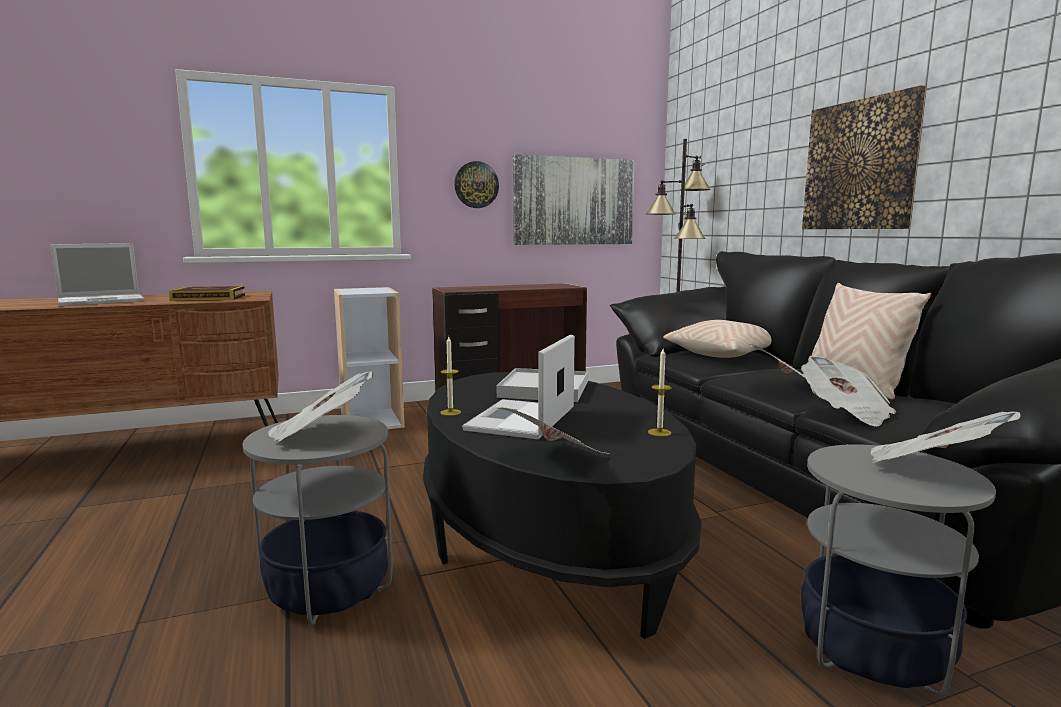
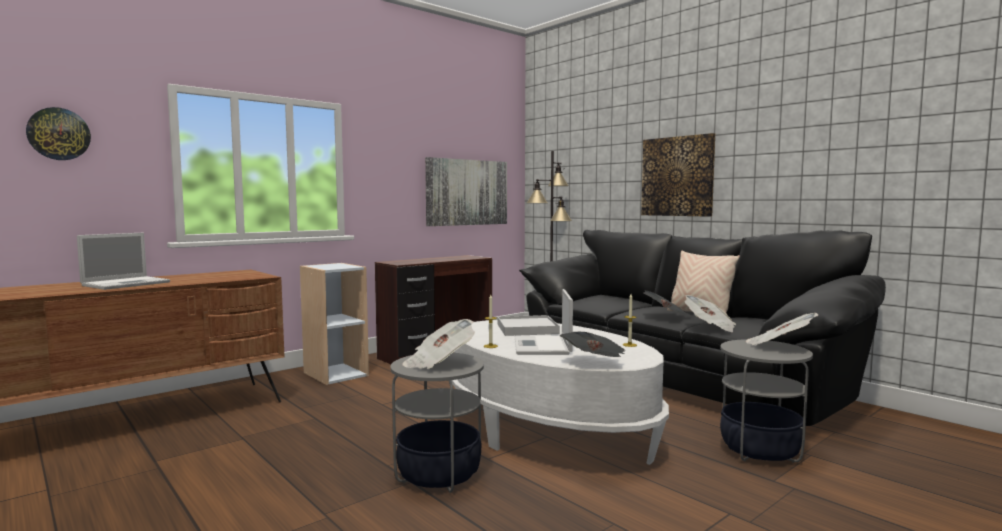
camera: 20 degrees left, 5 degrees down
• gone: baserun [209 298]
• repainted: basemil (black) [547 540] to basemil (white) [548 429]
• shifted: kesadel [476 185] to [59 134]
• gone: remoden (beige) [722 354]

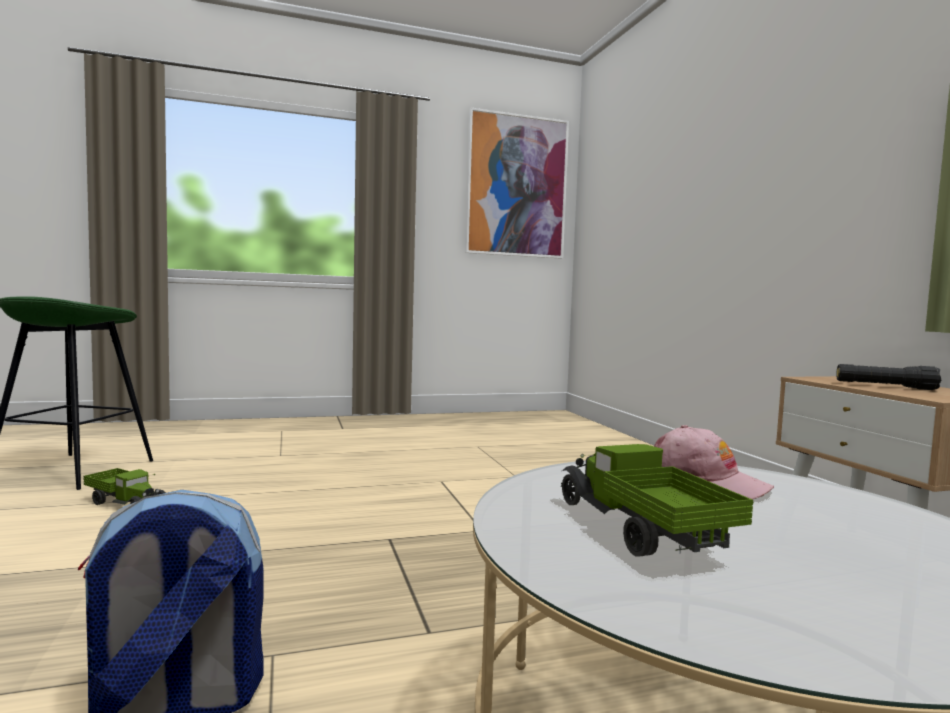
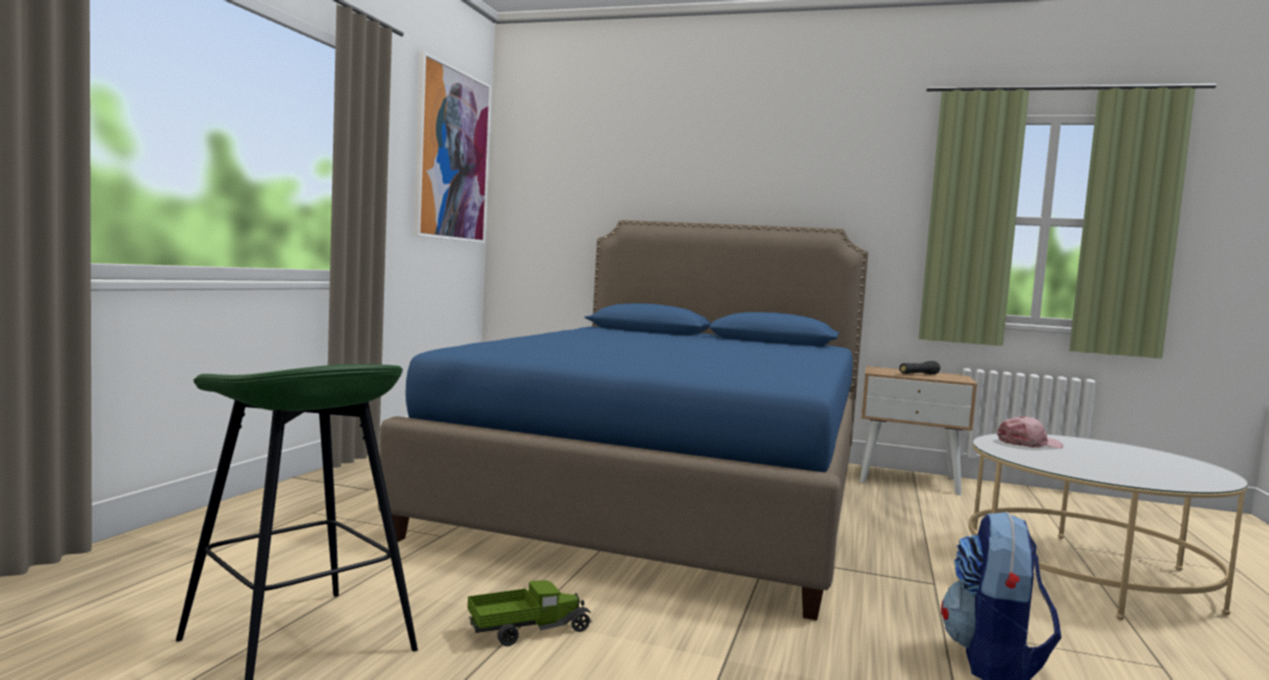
camera: 55 degrees left, 0 degrees up
• gone: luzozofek [638 530]
• new: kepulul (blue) [666 494]

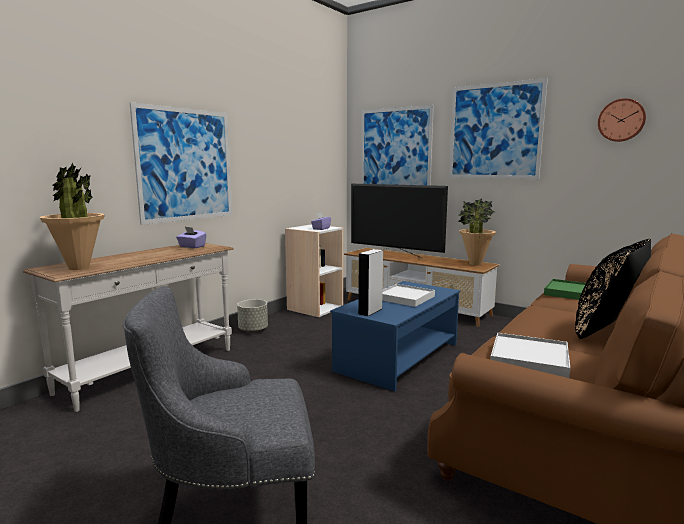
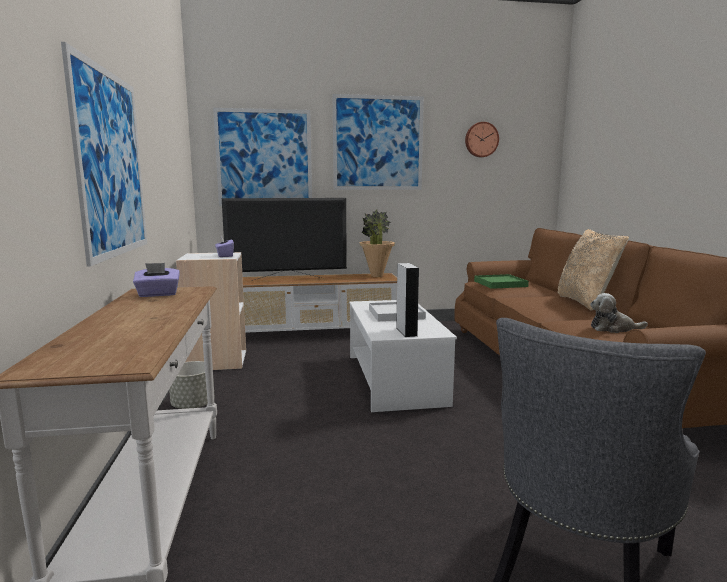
camera: 45 degrees left, 0 degrees up
• gone: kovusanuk [79 268]
• repainted: basemil (blue) [398 357] to basemil (white) [395 379]
• swapped: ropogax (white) [529 358] to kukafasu [613 329]
• repainted: remoden (black) [607 333] to remoden (beige) [585 304]

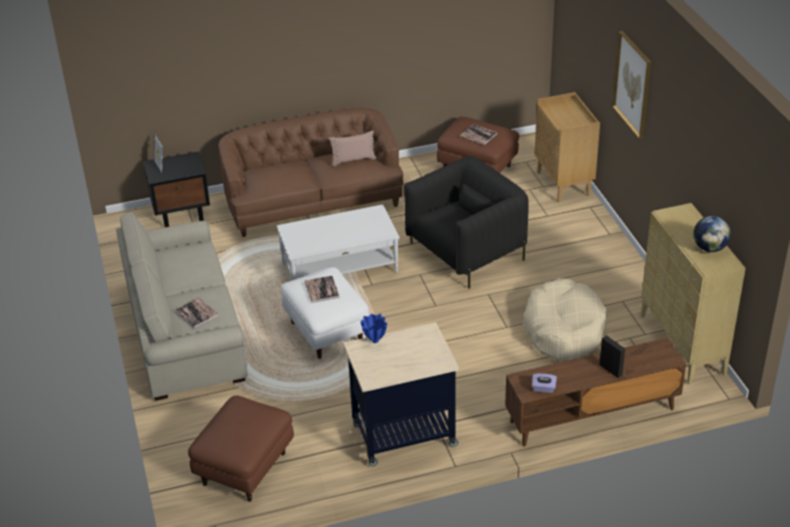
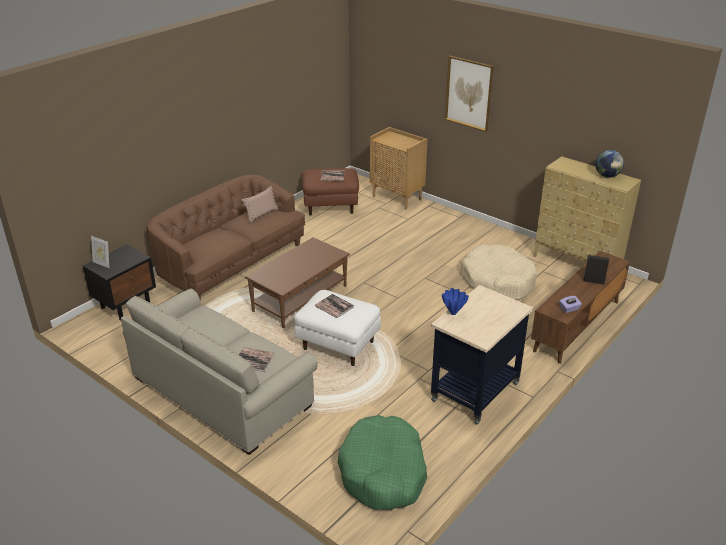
camera: 35 degrees left, 5 degrees down
• swapped: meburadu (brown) [245 468] to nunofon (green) [383 472]
• repainted: basemil (white) [340 268] to basemil (brown) [300 298]
• gone: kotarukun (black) [466 252]

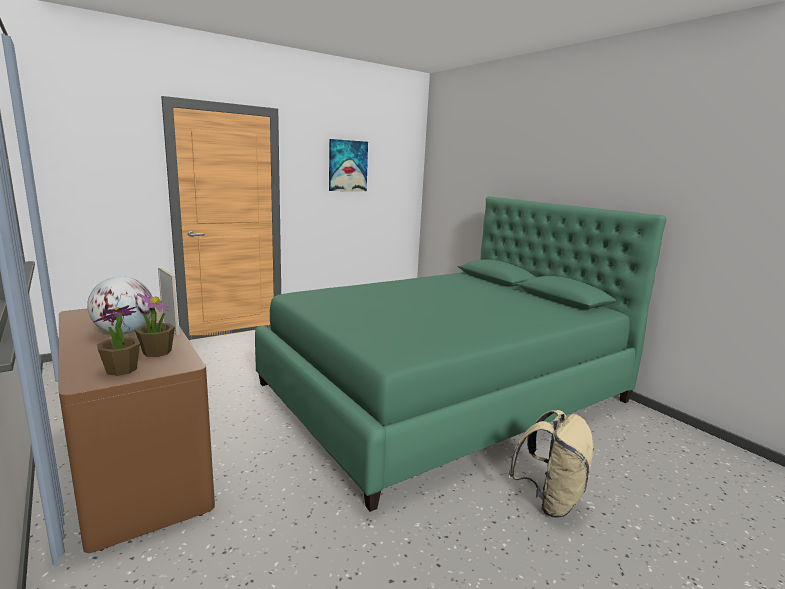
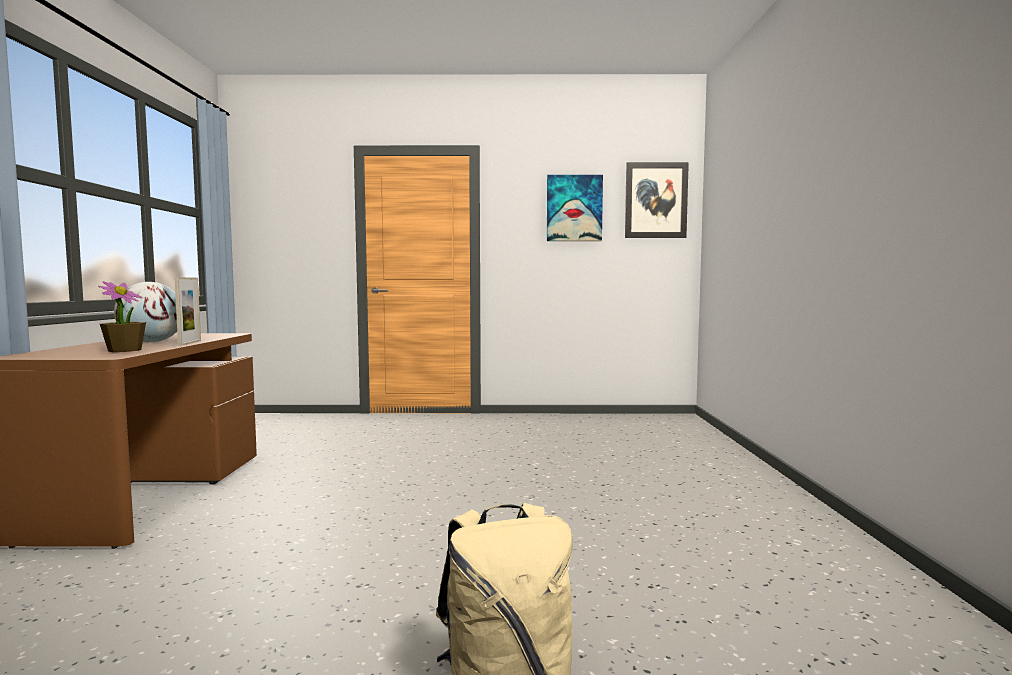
camera: 35 degrees right, 10 degrees down
• gone: kovusanuk [121 370]
• gone: kepulul (green) [444 392]
• new: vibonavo [656 200]

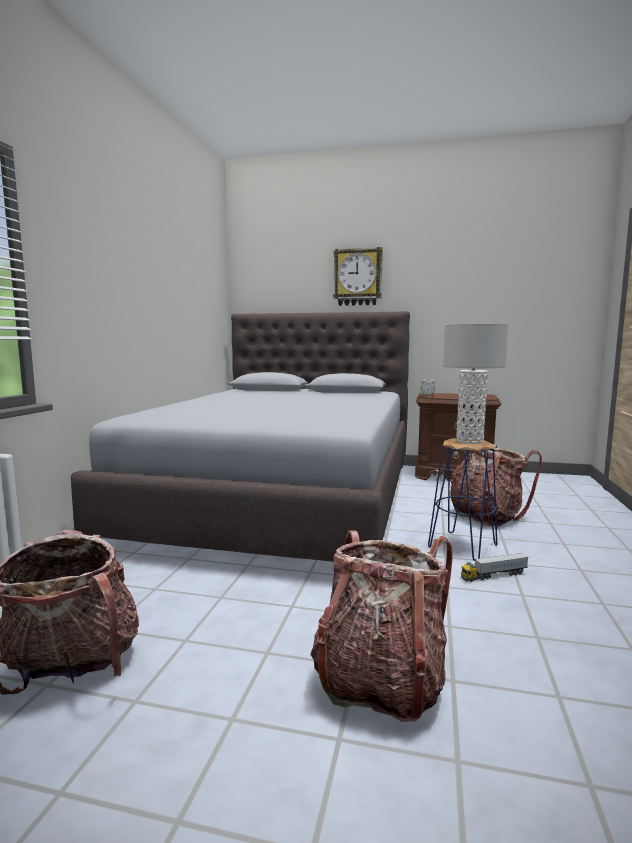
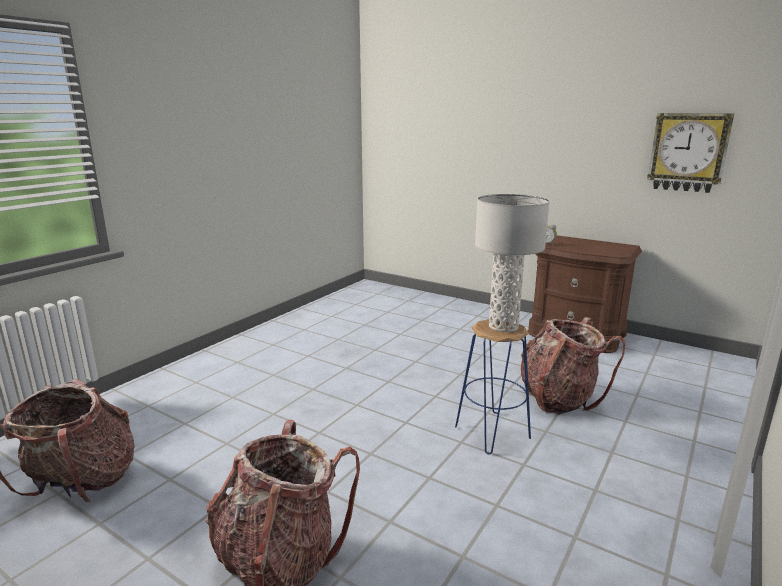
camera: 20 degrees right, 10 degrees up
• gone: kepulul (grey) [283 498]
• shifted: kesadel [358 277] to [688 152]
• gone: luzozofek [494 575]

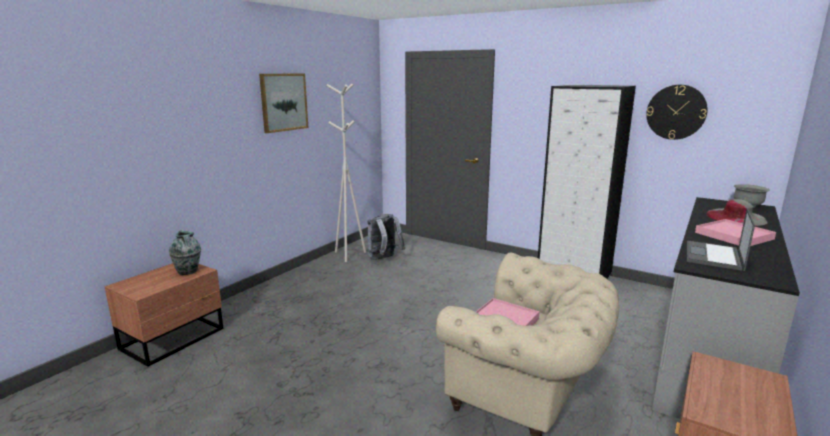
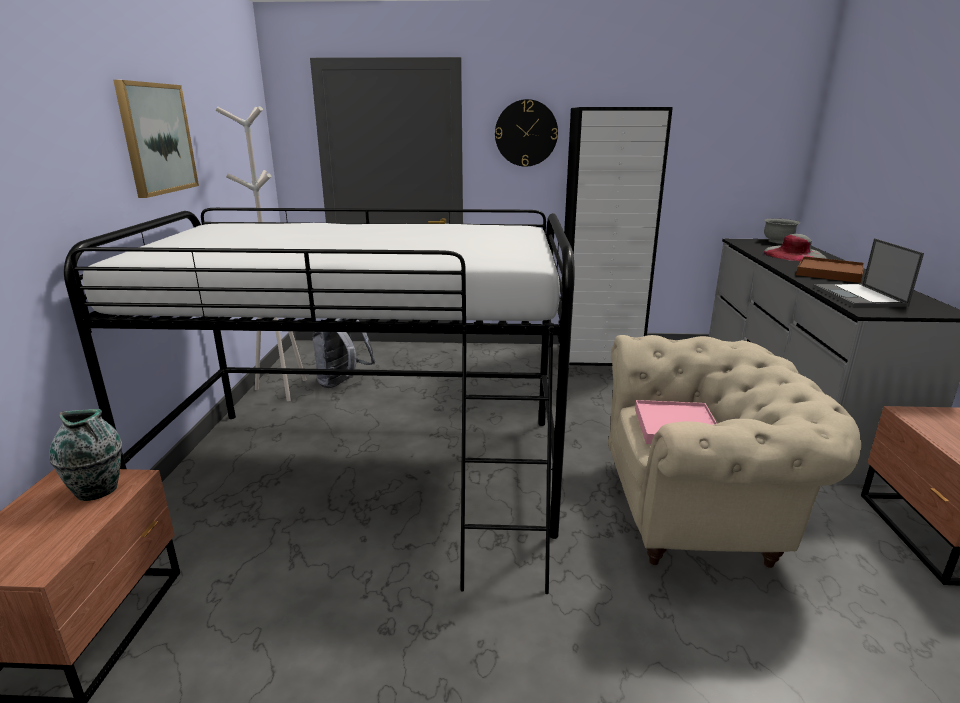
camera: 30 degrees left, 5 degrees up
• shifted: kesadel [676 112] to [526 133]
• repainted: ropogax (pink) [733 236] to ropogax (brown) [829 273]
• new: kepulul (black) [370 470]

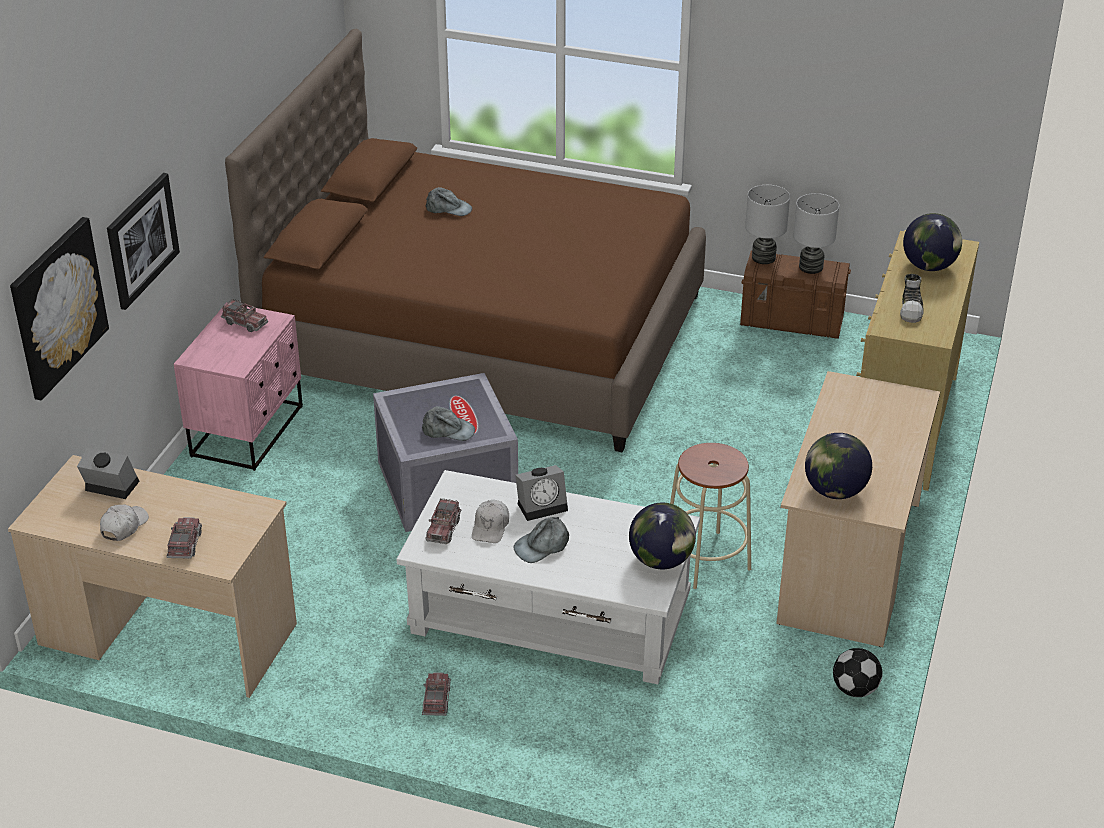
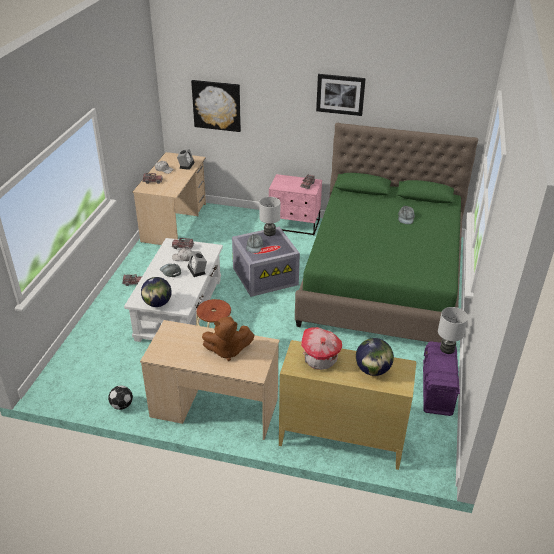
camera: 85 degrees right, 0 degrees up
• shifted: vibonavo [141 240] to [340 94]
• repainted: kepulul (brown) [483 335] to kepulul (green) [383 279]
• repainted: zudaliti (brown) [792 321] to zudaliti (purple) [436 392]
• shifted: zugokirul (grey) [810 267] to [269 233]
• gone: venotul [834 491]
• swapped: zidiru [911 309] to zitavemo [320 359]
• new: kukafasu (brown) [227 350]

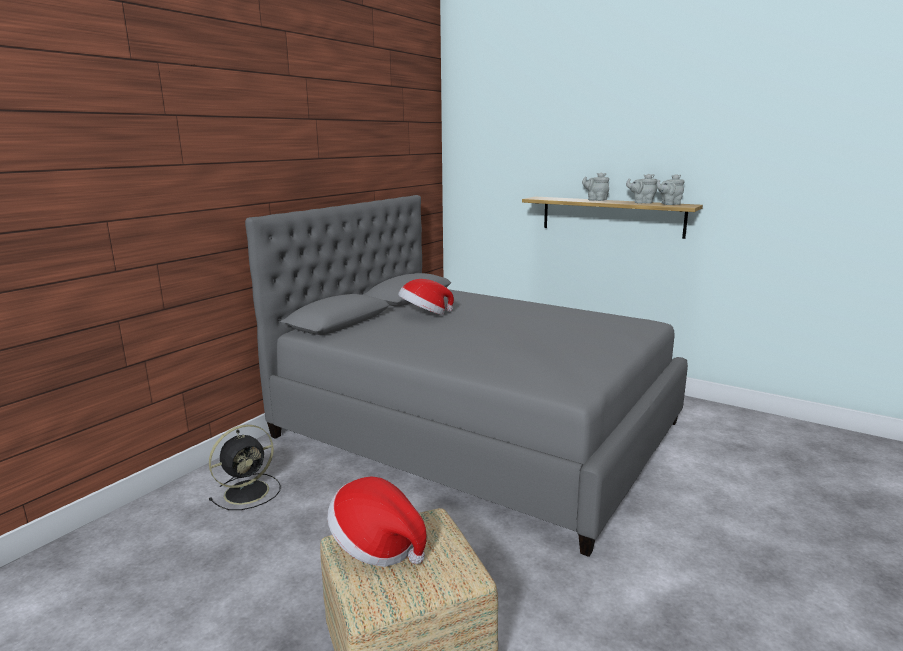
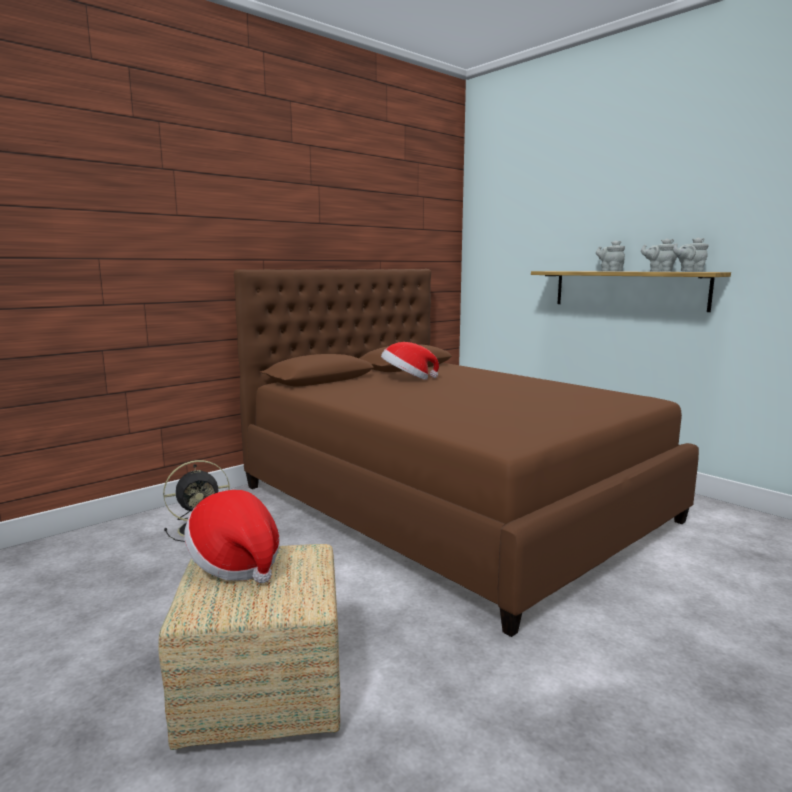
camera: 15 degrees right, 5 degrees down
• repainted: kepulul (grey) [477 429] to kepulul (brown) [451 503]

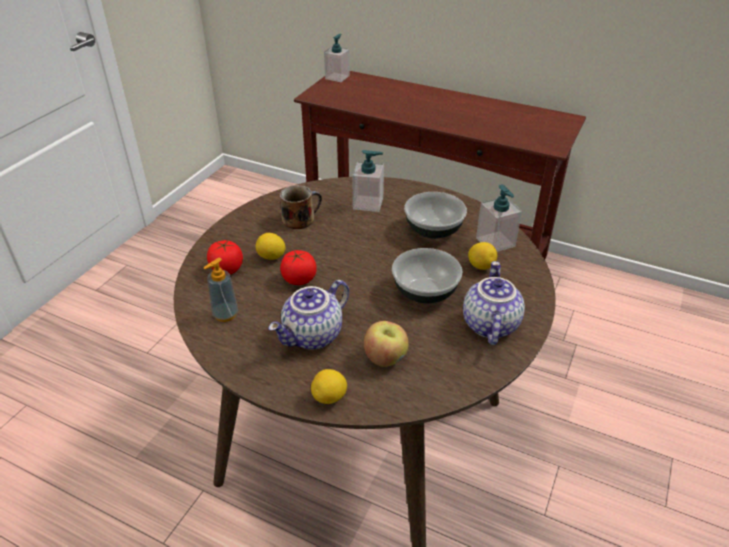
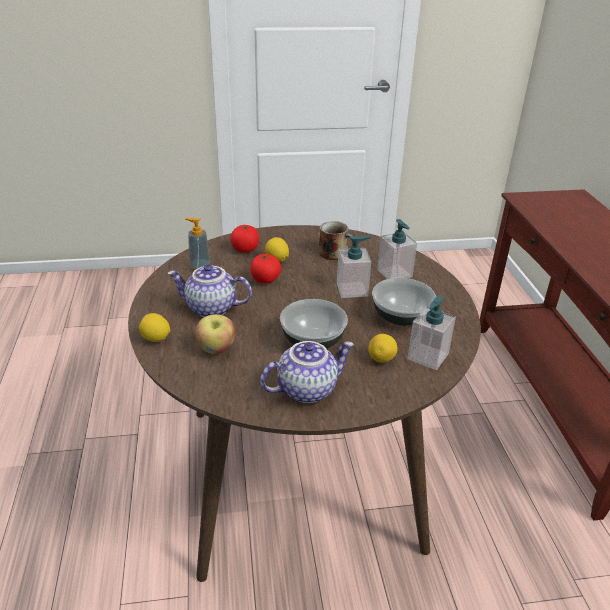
camera: 55 degrees right, 5 degrees down
• shifted: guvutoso [337 77] to [352 290]

